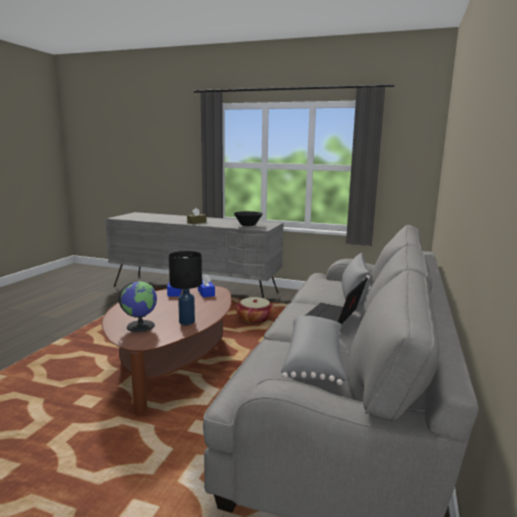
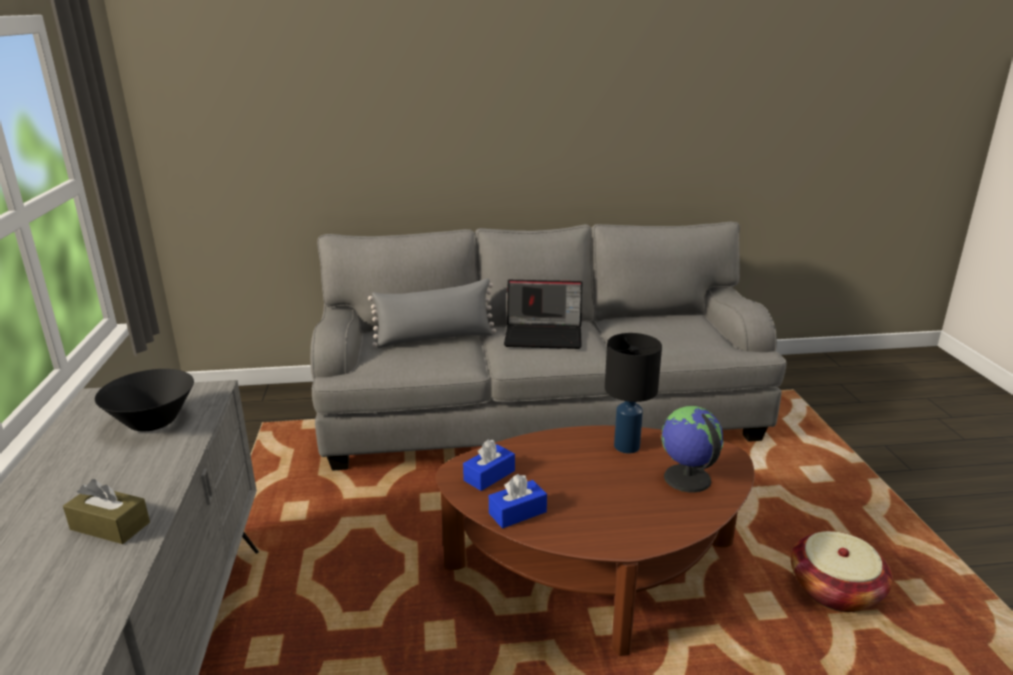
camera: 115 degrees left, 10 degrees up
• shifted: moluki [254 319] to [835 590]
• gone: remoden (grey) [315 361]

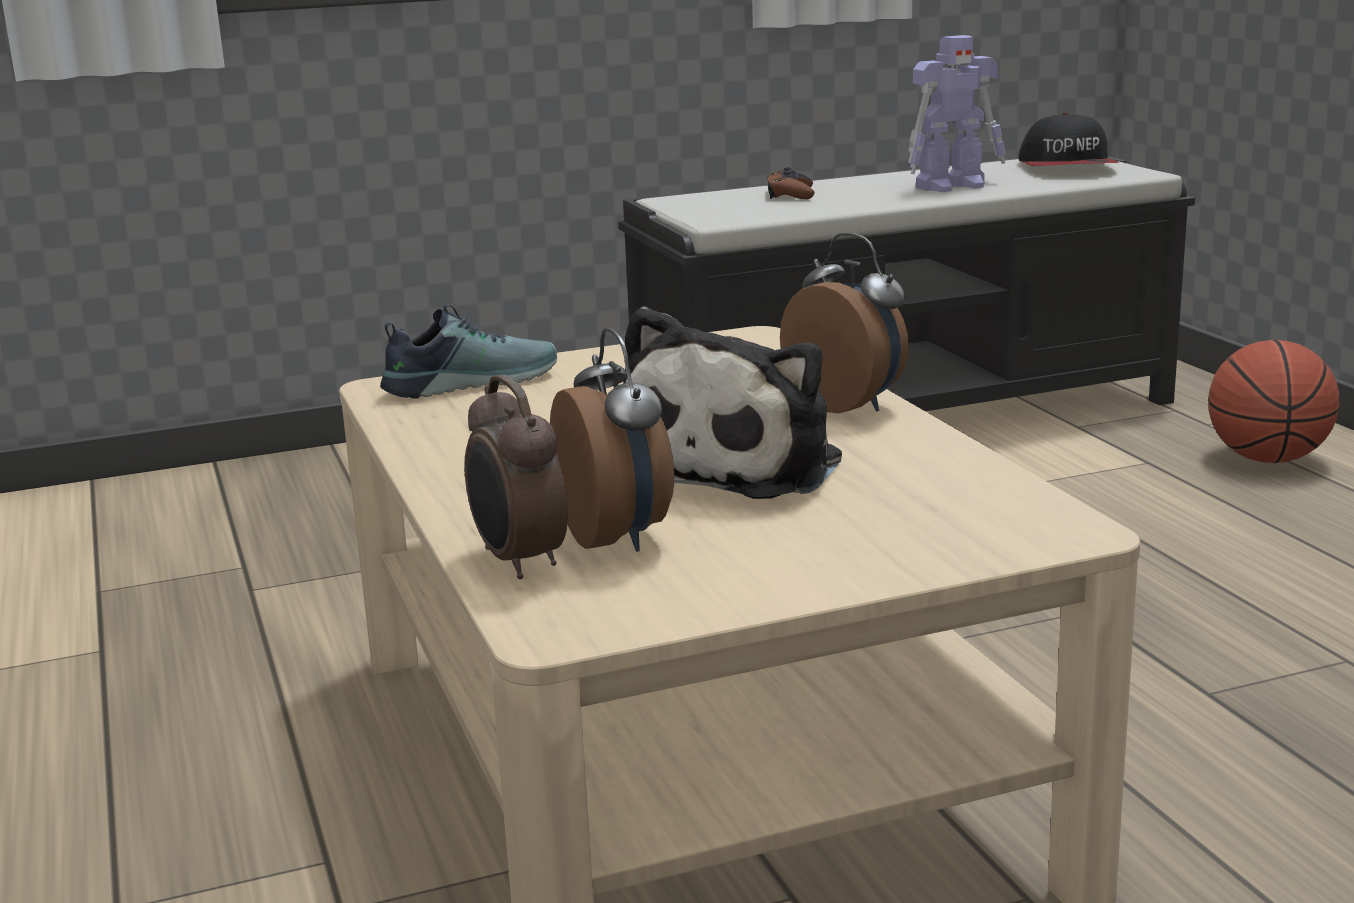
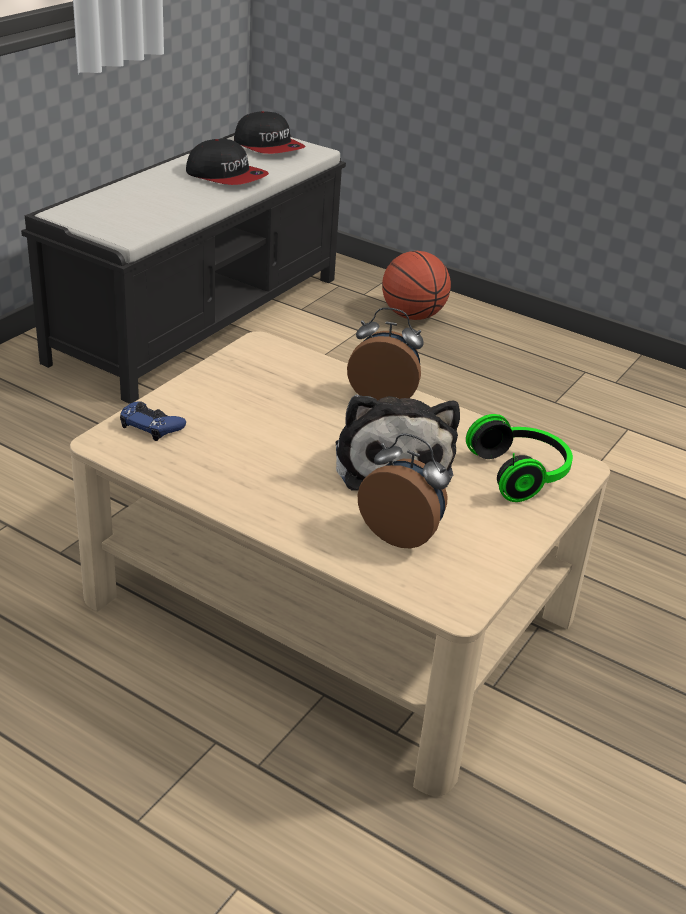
camera: 40 degrees left, 15 degrees up
• swapped: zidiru [469 382] to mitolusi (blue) [151 426]
• gone: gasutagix [518 562]
• gone: mitolusi (brown) [790 194]
• swapped: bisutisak [953 186] to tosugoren [227 176]
• new: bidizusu [521 474]

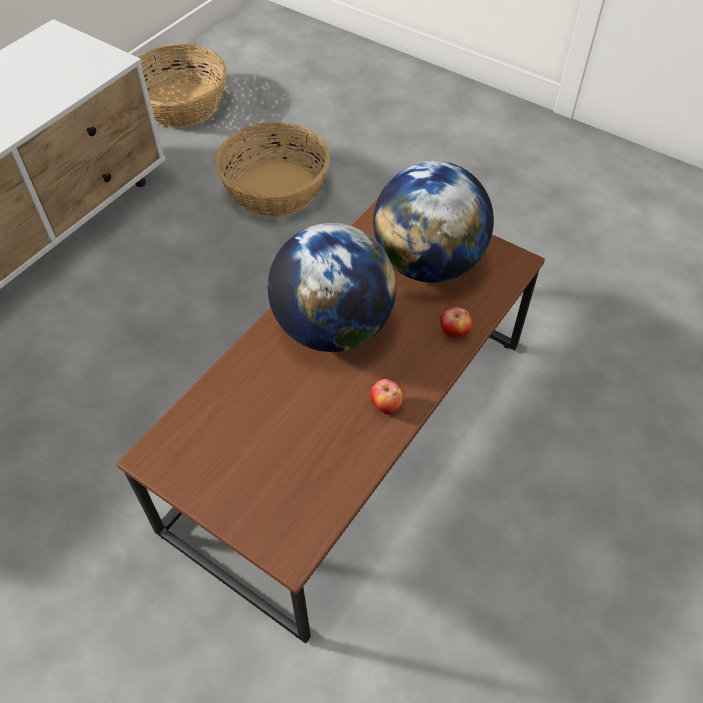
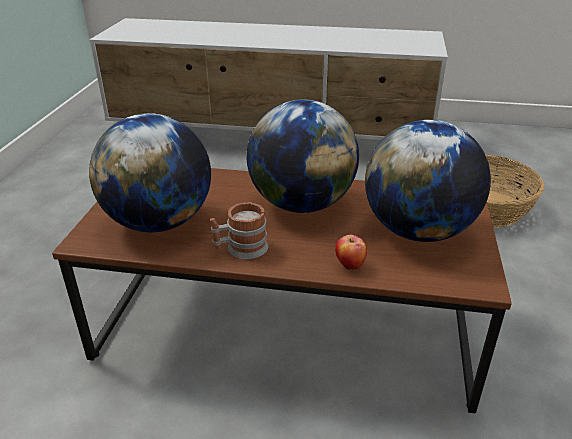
camera: 65 degrees right, 20 degrees down
• gone: moluki [181 105]
• swapped: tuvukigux [386 406] to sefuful [240 249]
• new: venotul [159 222]

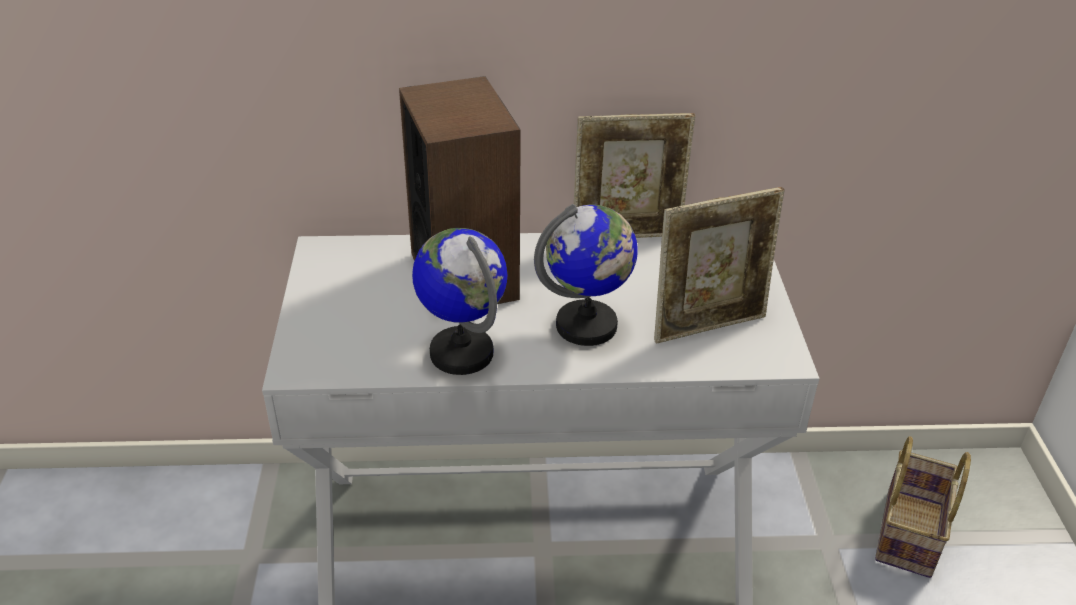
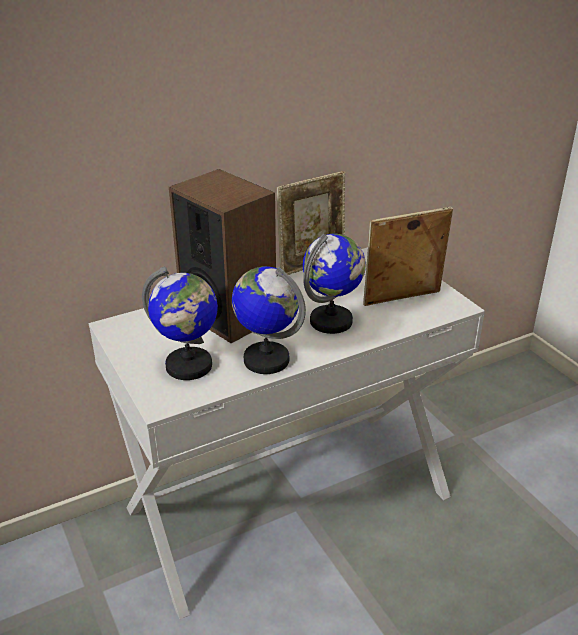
camera: 25 degrees left, 5 degrees down
• rotated: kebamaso [709 325] = [402 300] 150 degrees counterclockwise
• gone: moluki [910 535]
• new: venotul [189 366]

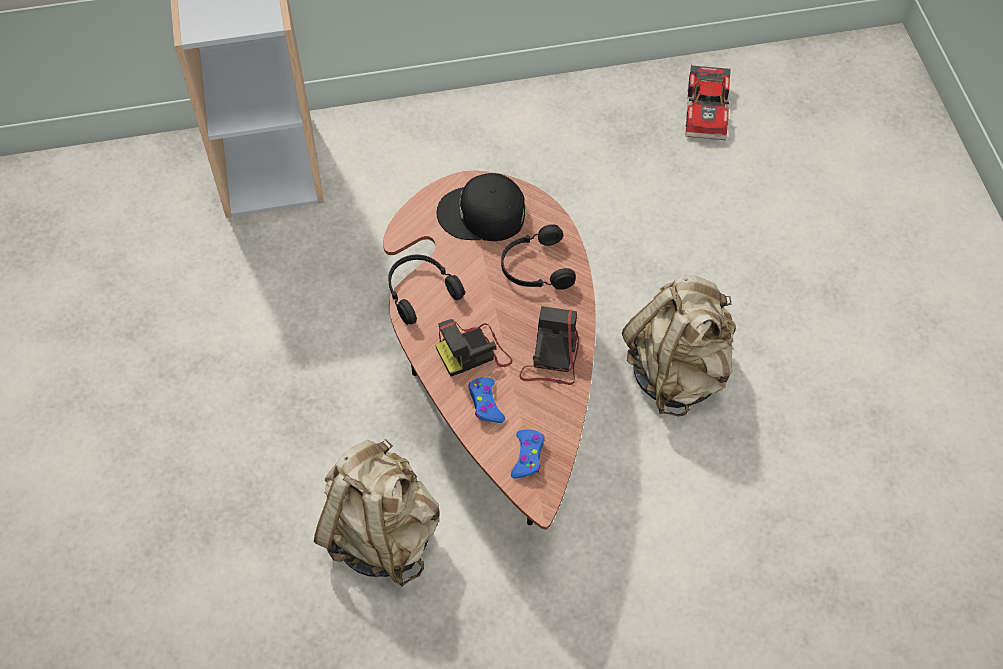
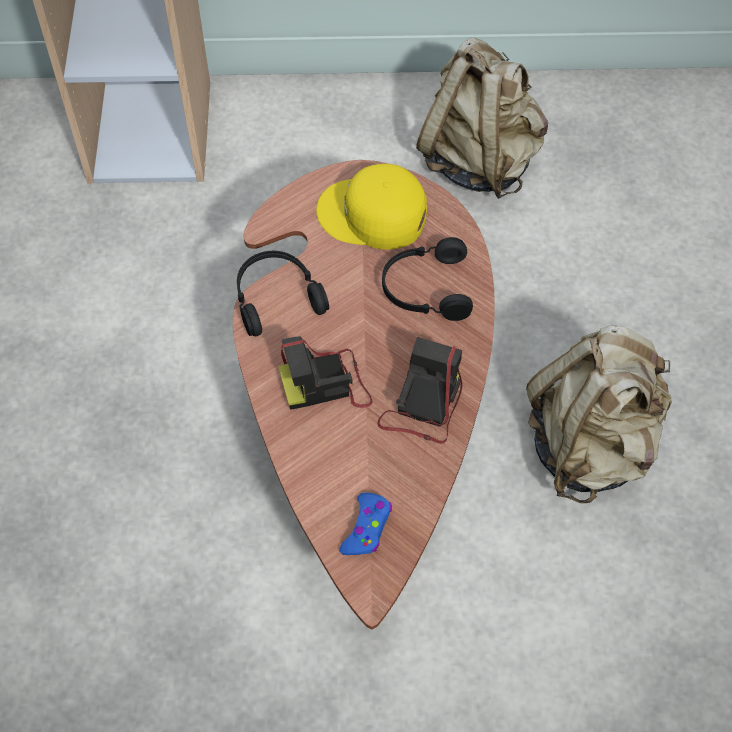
camera: 10 degrees right, 0 degrees up
• shifted: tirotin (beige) [381 533] to [479 160]
• repainted: tosugoren (black) [482 215] to tosugoren (yellow) [373 215]
• gone: mitolusi (blue) [485 404]
• gone: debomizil [709 110]

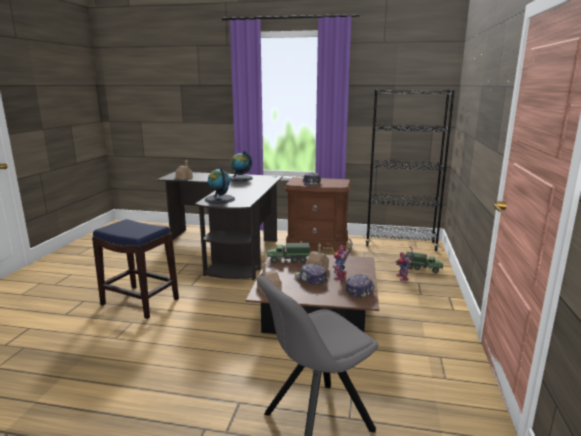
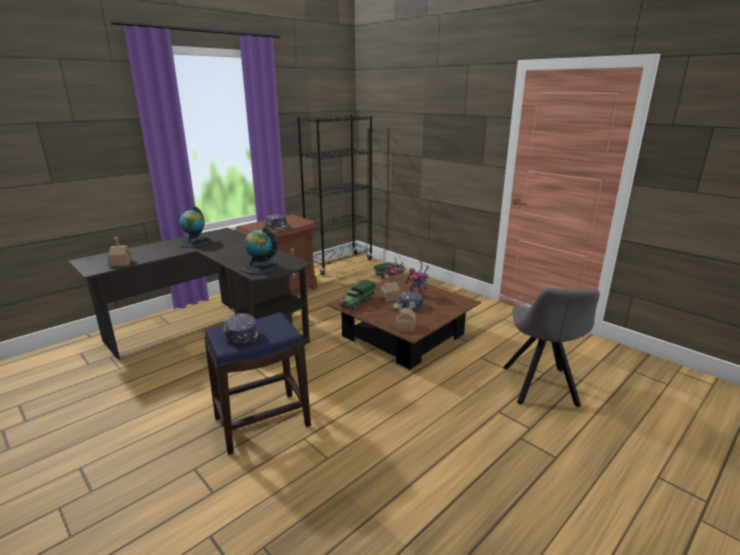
camera: 55 degrees left, 5 degrees up
• shifted: tosugoren [359 290] to [241 334]

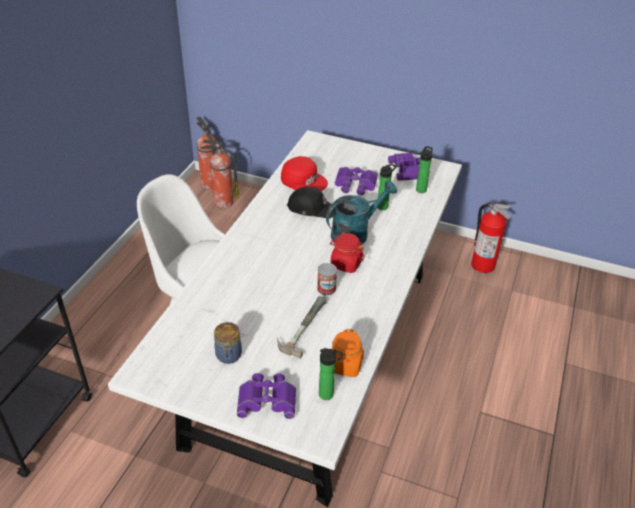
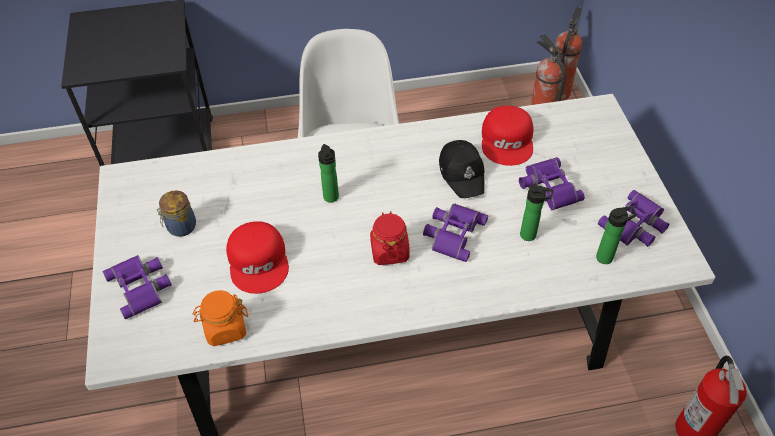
camera: 60 degrees right, 10 degrees up
• swapped: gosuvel [300 326] to tosugoren (red) [259 261]
• gone: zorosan [326 288]
• shifted: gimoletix [328 395] to [331 199]
• swapped: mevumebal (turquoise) [355 233] to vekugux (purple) [452 233]

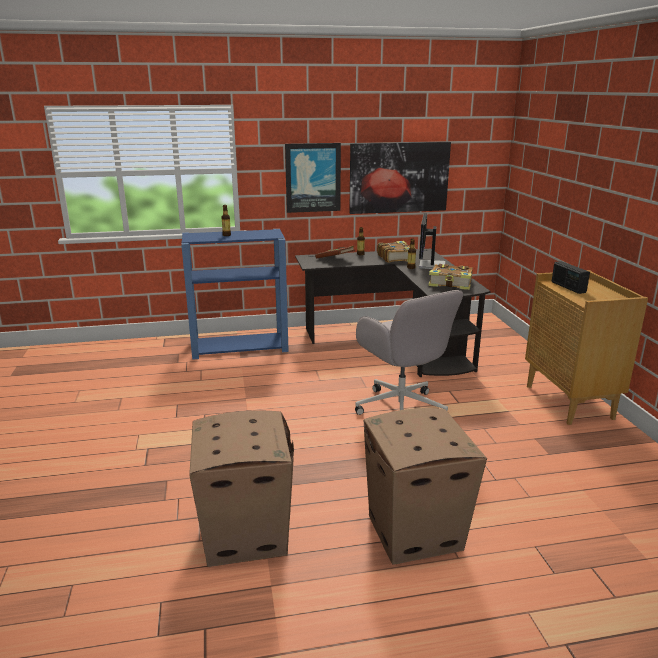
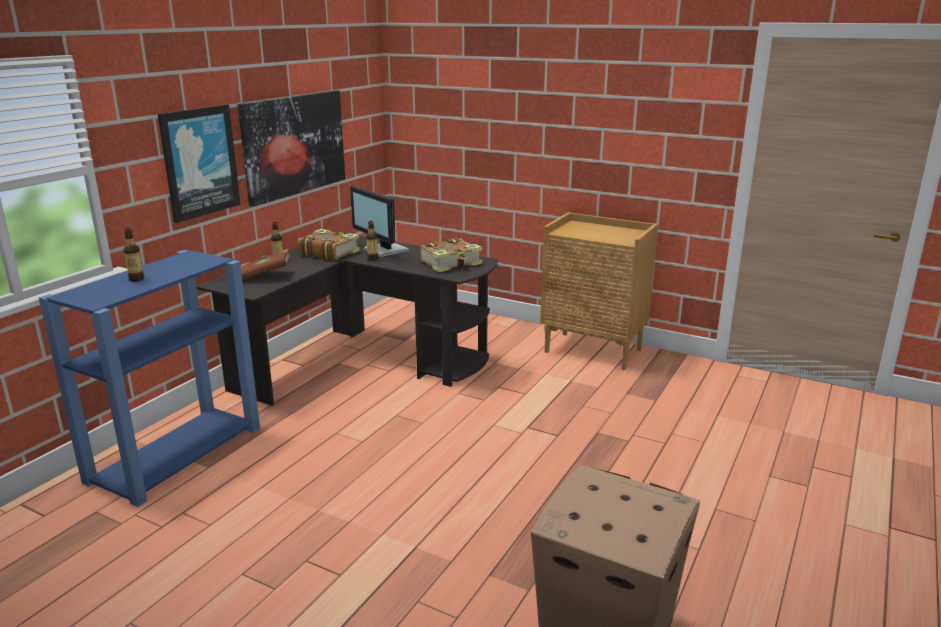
camera: 50 degrees left, 0 degrees up
• gone: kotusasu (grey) [401 409]
• gone: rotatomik [415 532]
• gone: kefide [568 287]

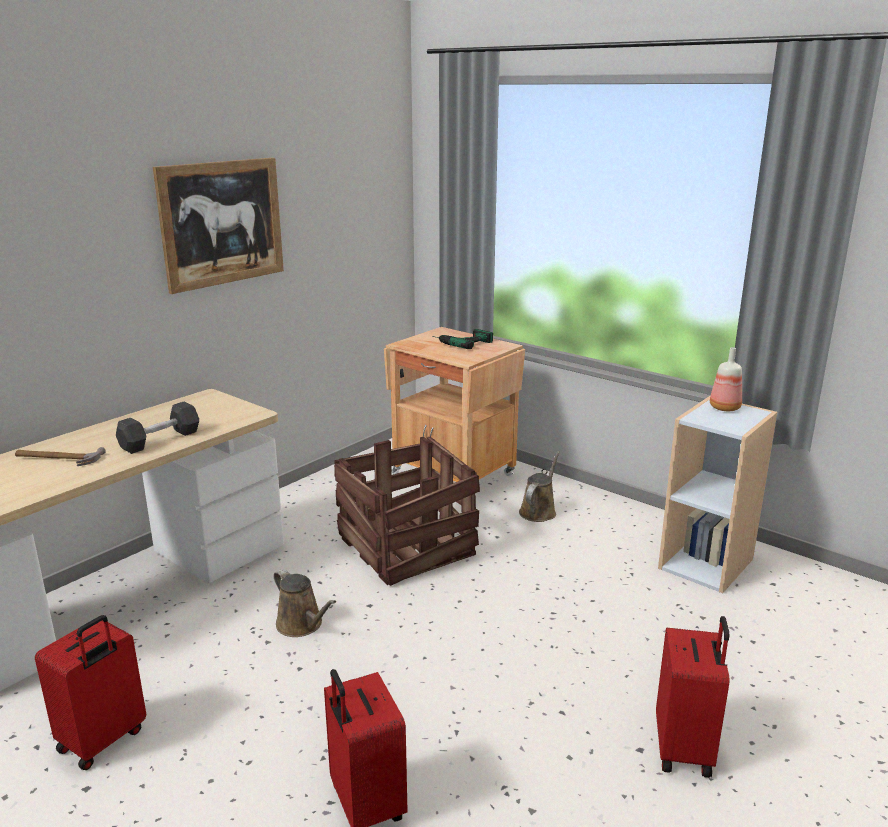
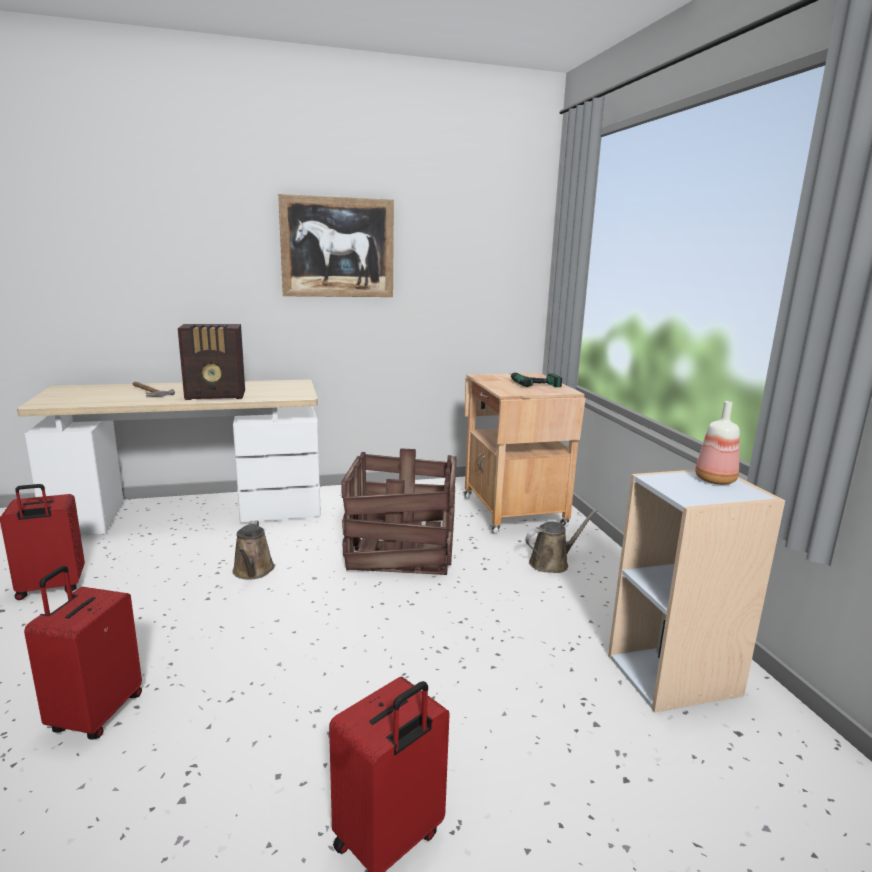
camera: 35 degrees right, 5 degrees down
• swapped: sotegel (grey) [160 440] to kefide [217 395]

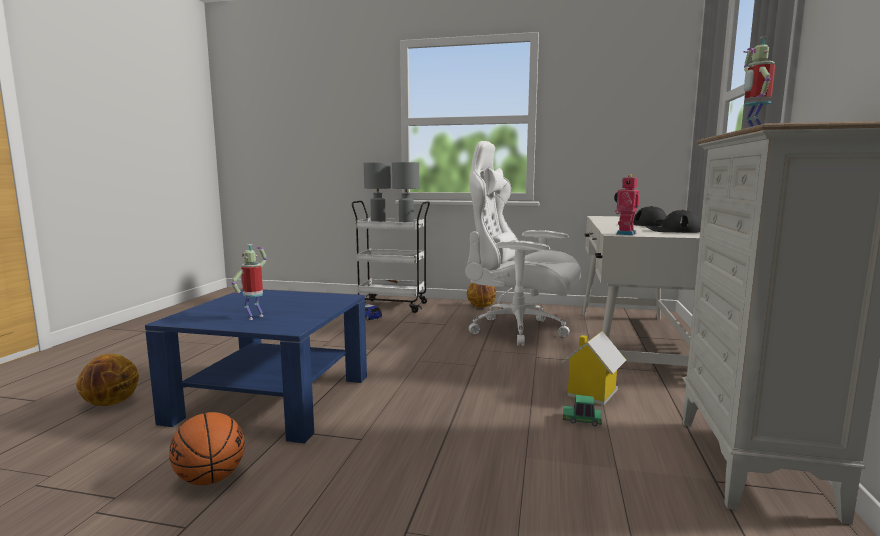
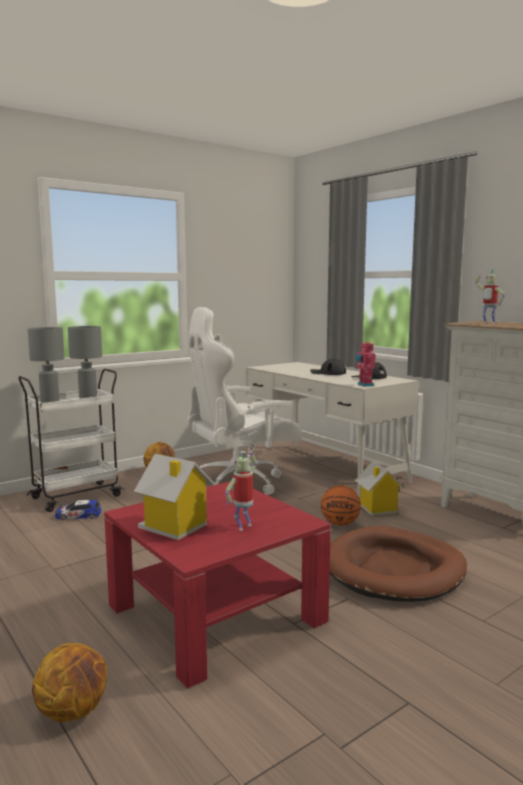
camera: 50 degrees left, 0 degrees up
• repainted: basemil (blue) [272 398] to basemil (red) [216 613]
• shifted: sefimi [210 479] to [340 524]
• rotated: bisutisak [254 317] = [243 526] 60 degrees clockwise
• gone: debomizil [582 420]
• new: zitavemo [174 527]
• new: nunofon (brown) [394 569]

